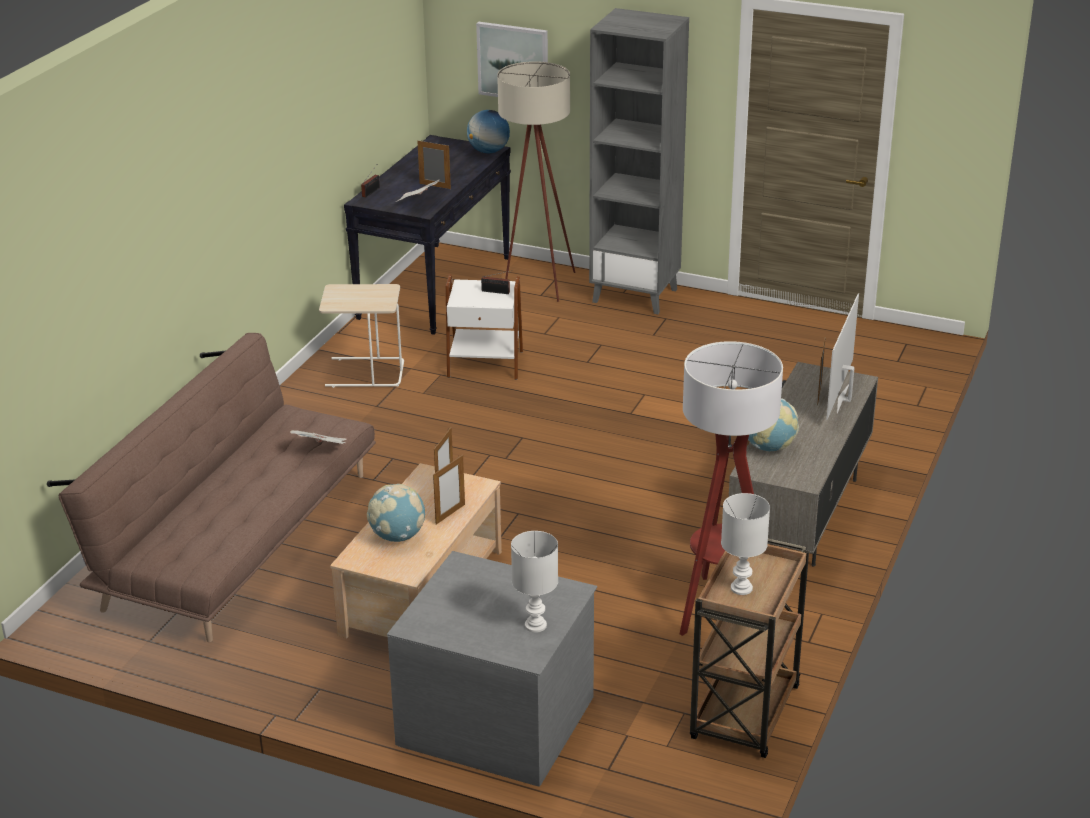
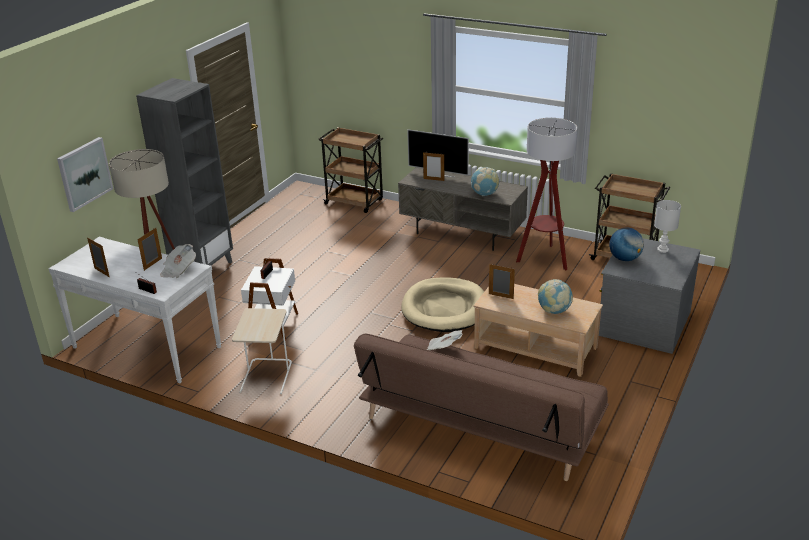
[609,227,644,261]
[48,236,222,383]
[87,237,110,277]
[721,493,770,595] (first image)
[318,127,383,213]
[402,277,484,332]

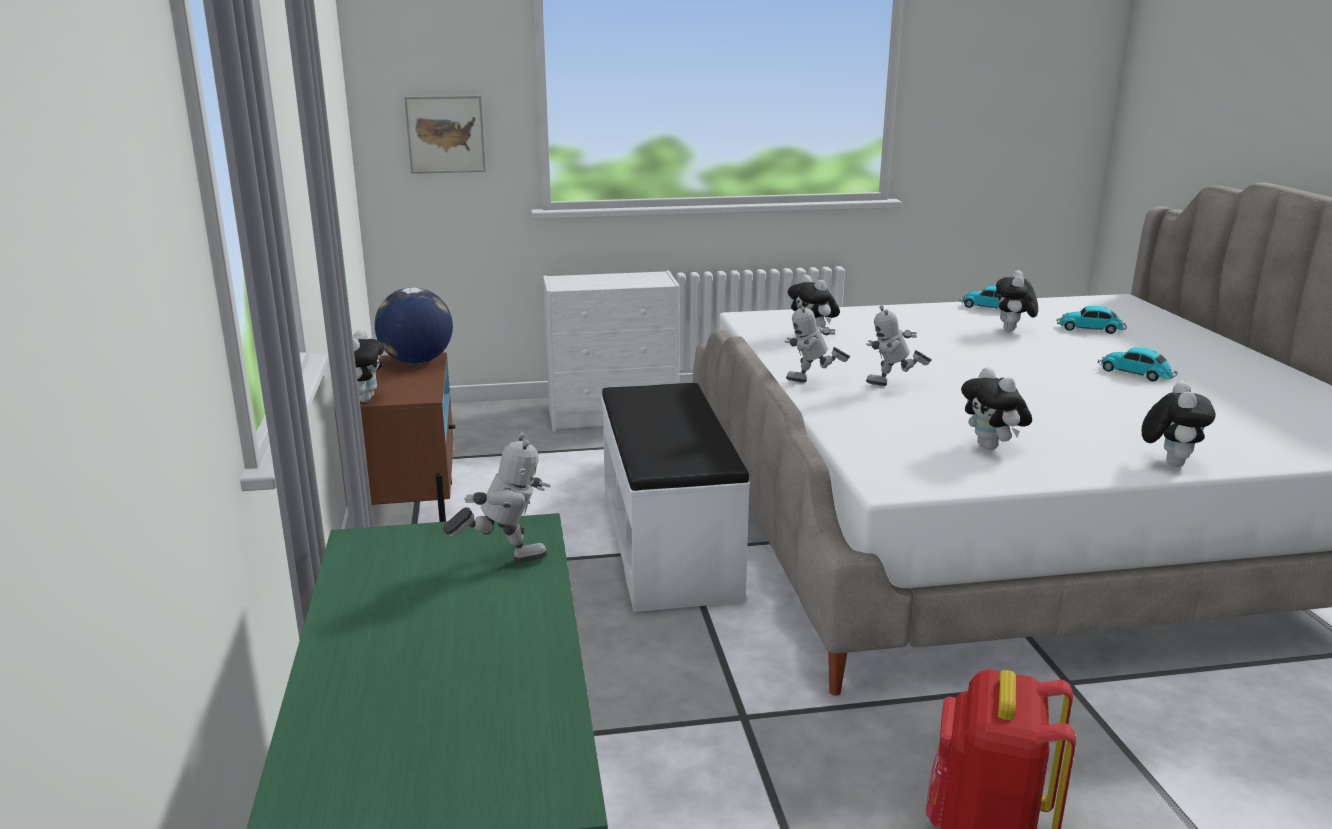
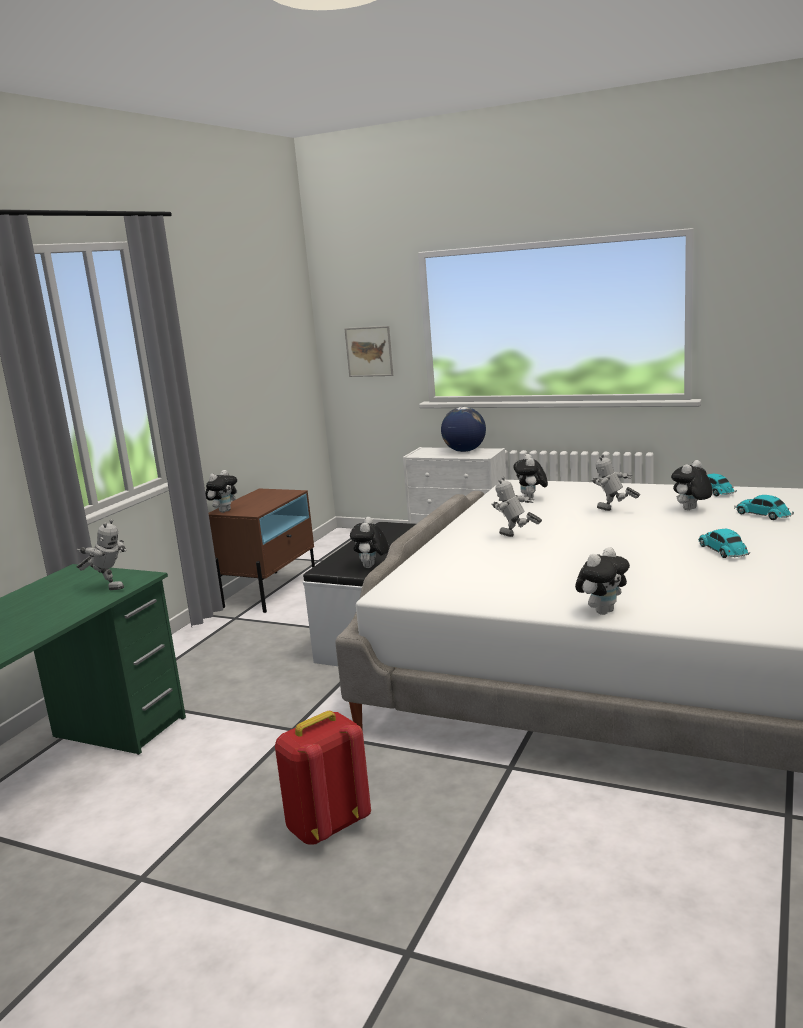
[441,407,486,452]
[591,454,640,511]
[350,517,389,568]

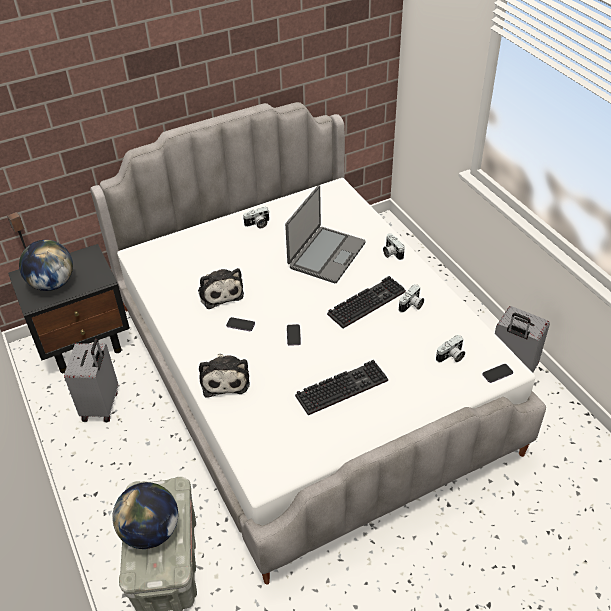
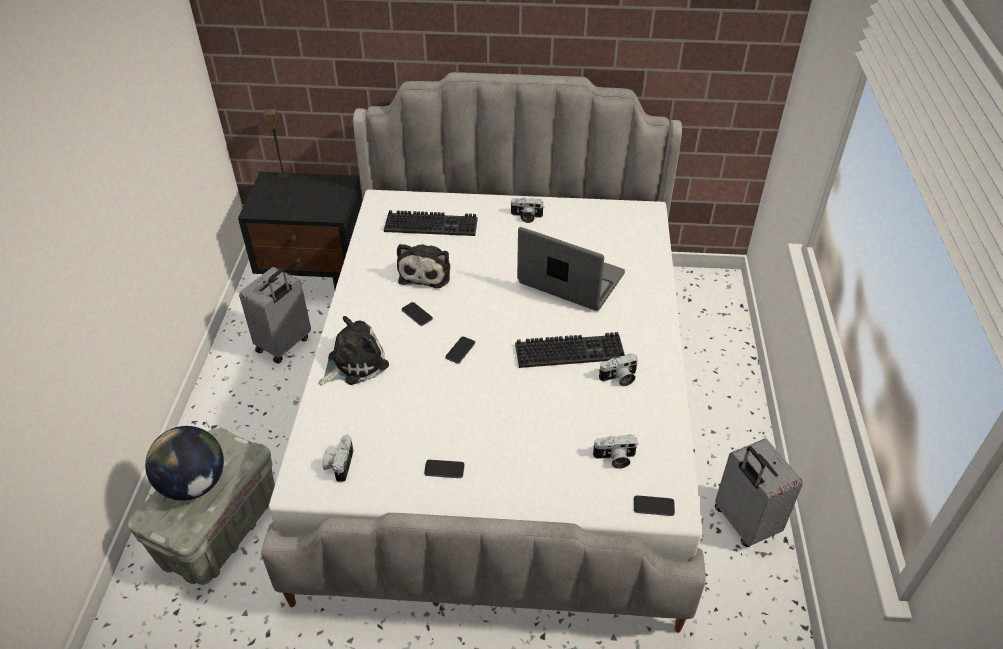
[517,227,625,311]
[323,435,353,482]
[19,240,73,291] (first image)
[319,316,389,385]
[384,210,478,236]
[424,460,465,478]

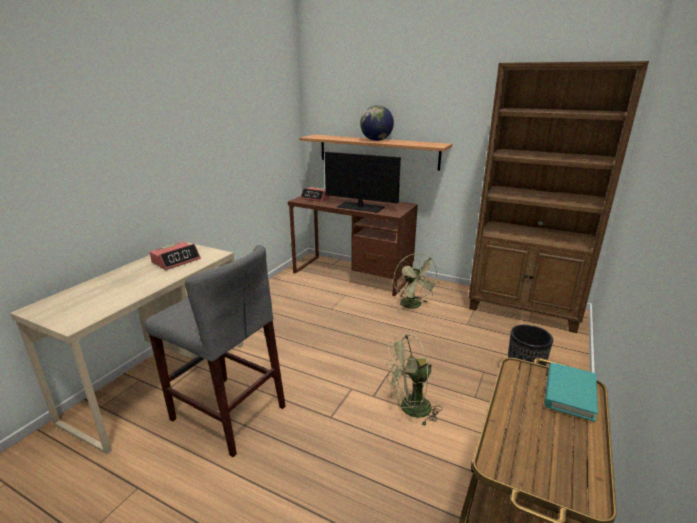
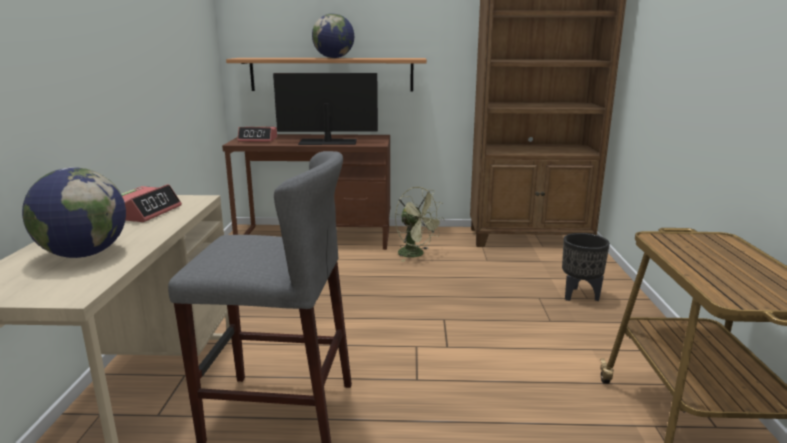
[385,334,442,427] (first image)
[545,362,598,422] (first image)
[22,167,126,258]

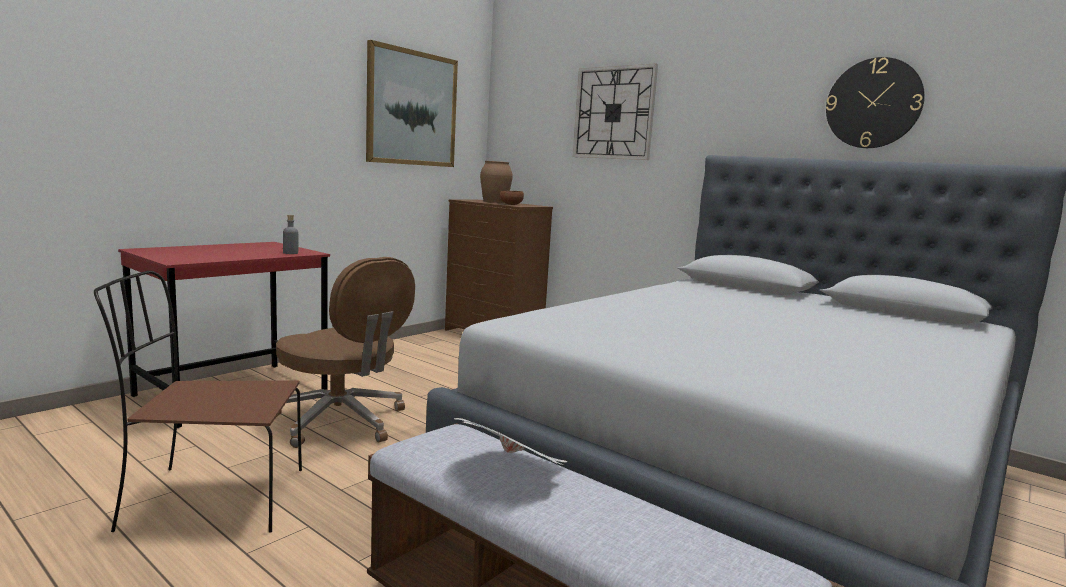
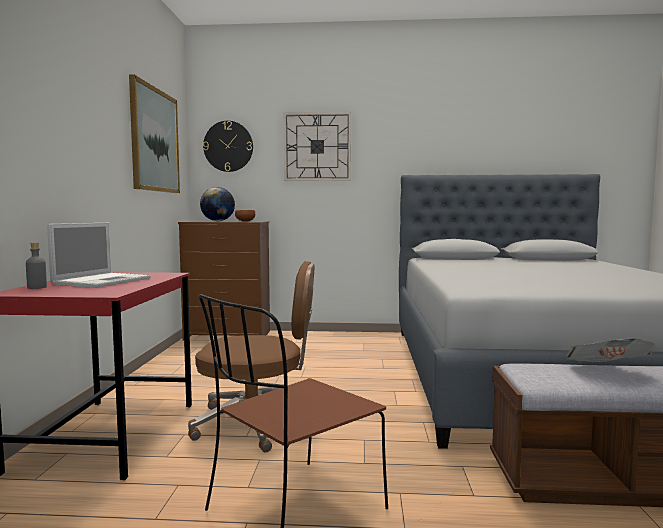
[203,121,253,172]
[200,187,235,221]
[26,242,47,289]
[47,223,151,288]

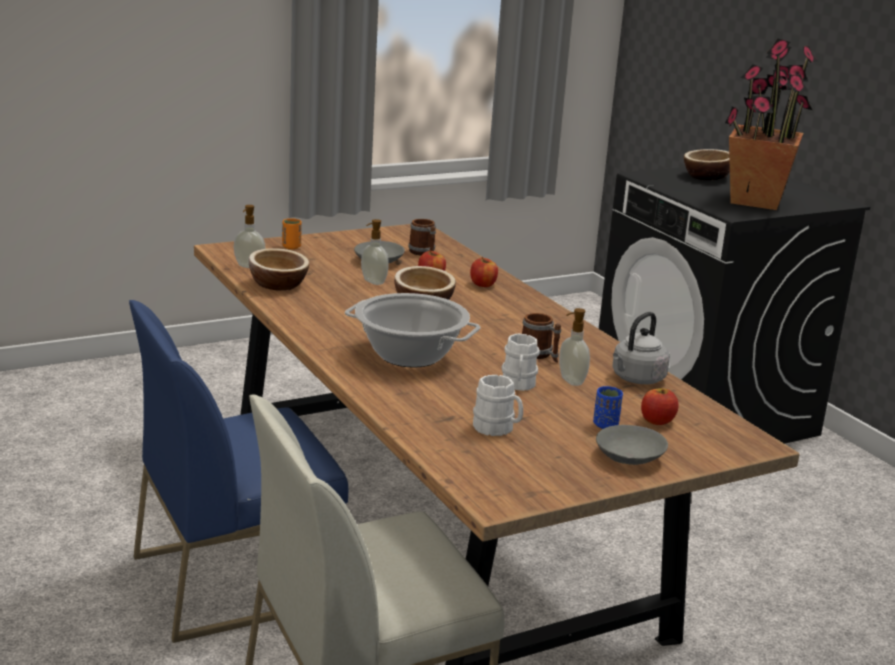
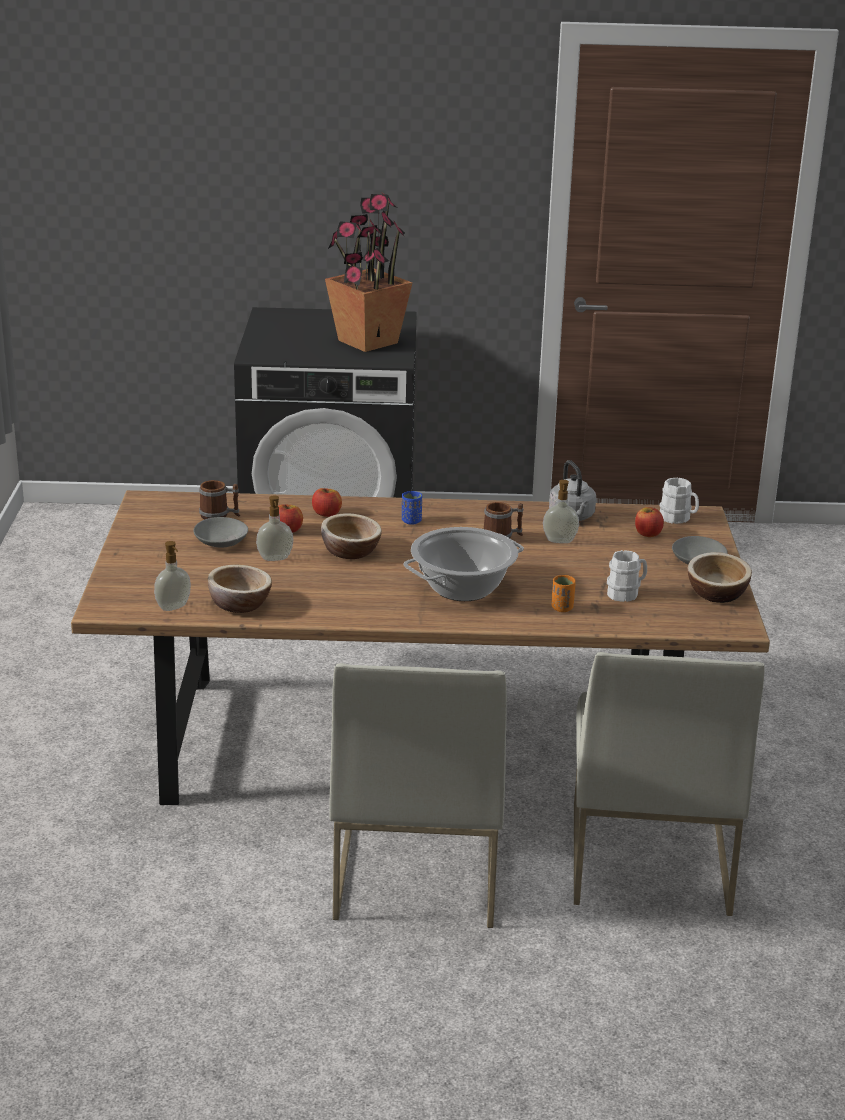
[688,552,752,603]
[551,575,576,612]
[329,663,507,928]
[659,478,699,524]
[402,491,422,525]

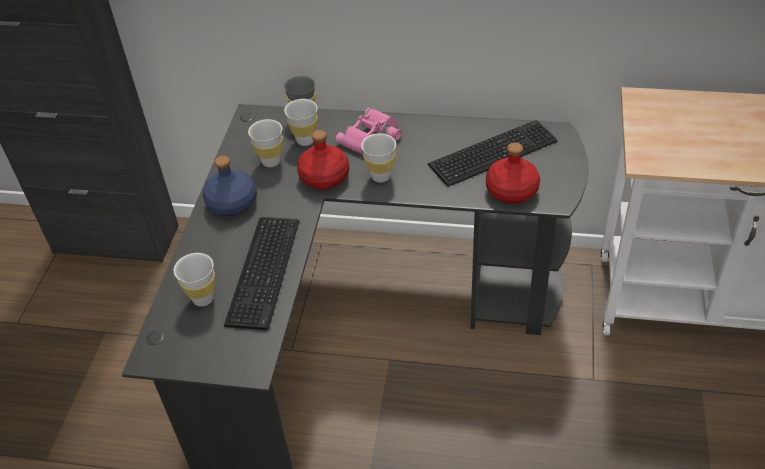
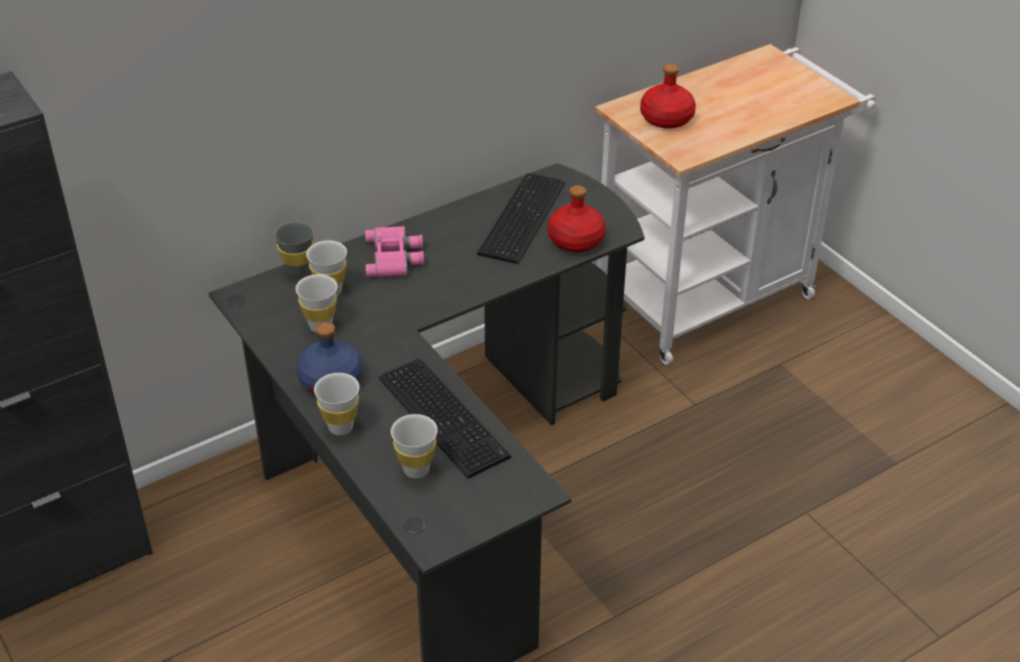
[640,64,696,129]
[314,373,359,436]

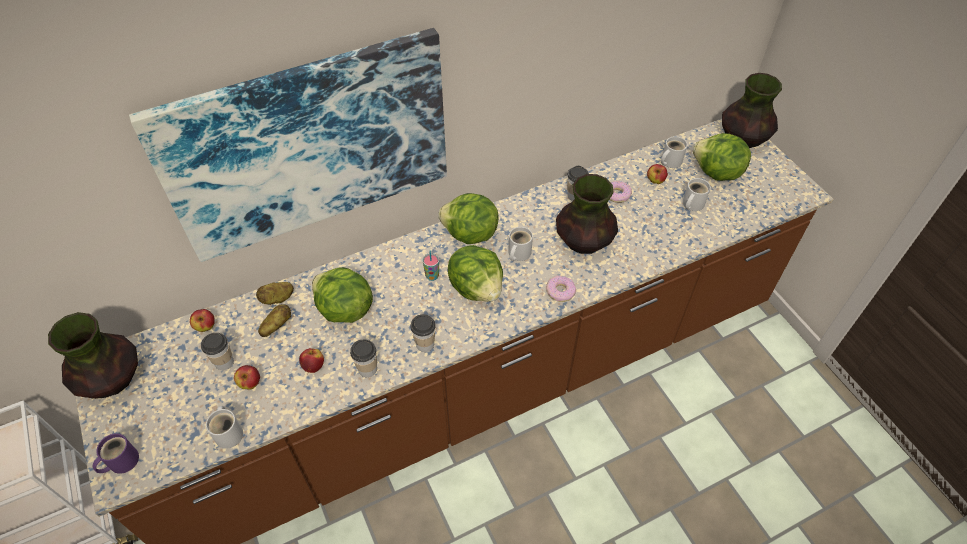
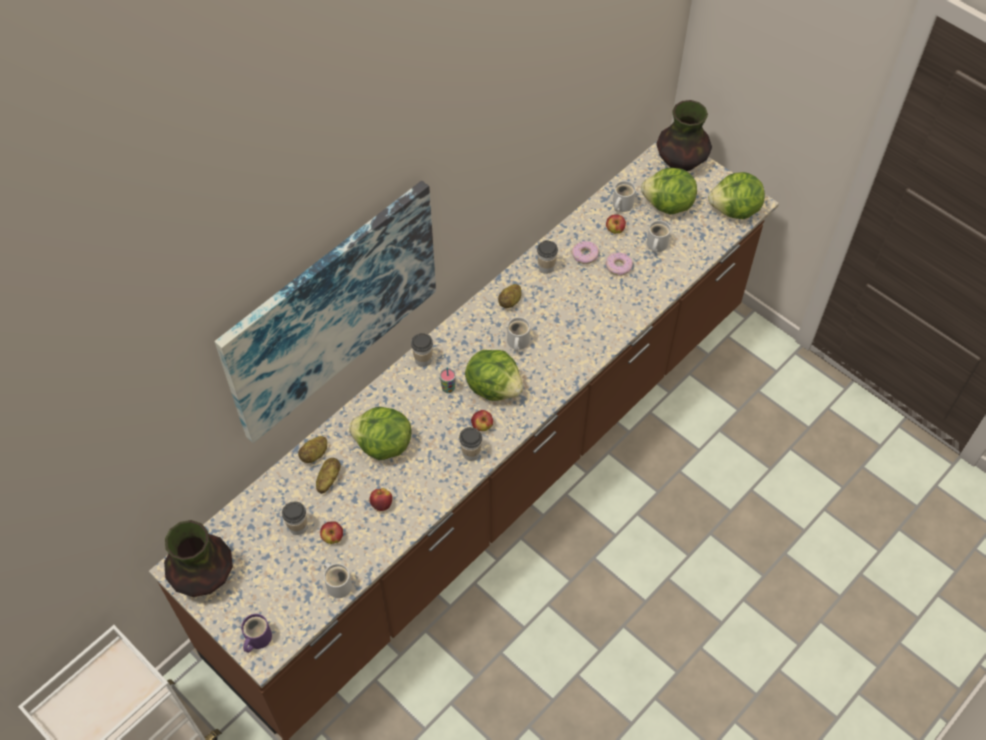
[556,174,618,254] (first image)
[708,172,765,219]
[605,253,633,276]
[471,410,493,431]
[411,333,433,367]
[498,284,522,308]

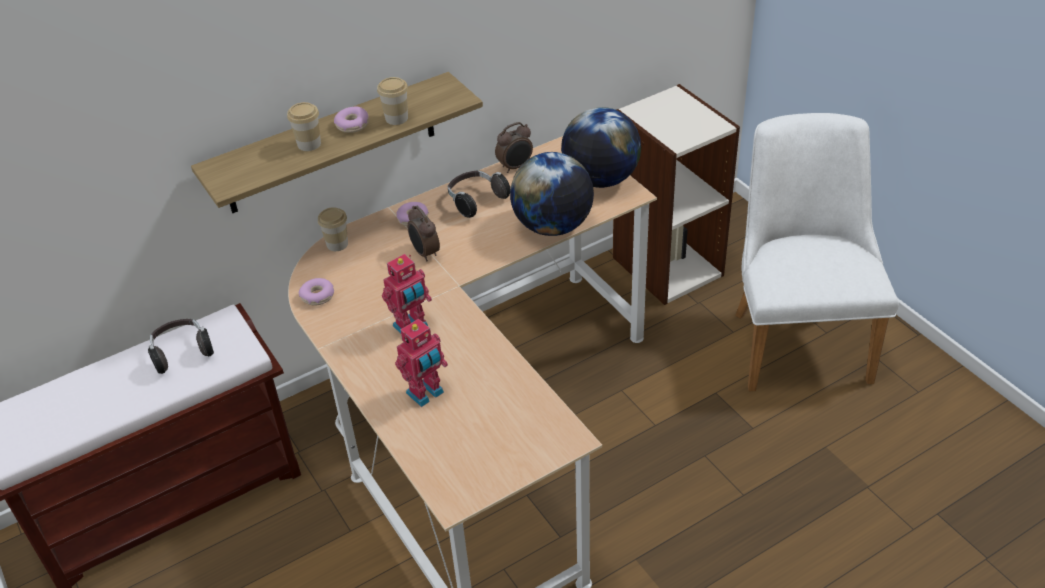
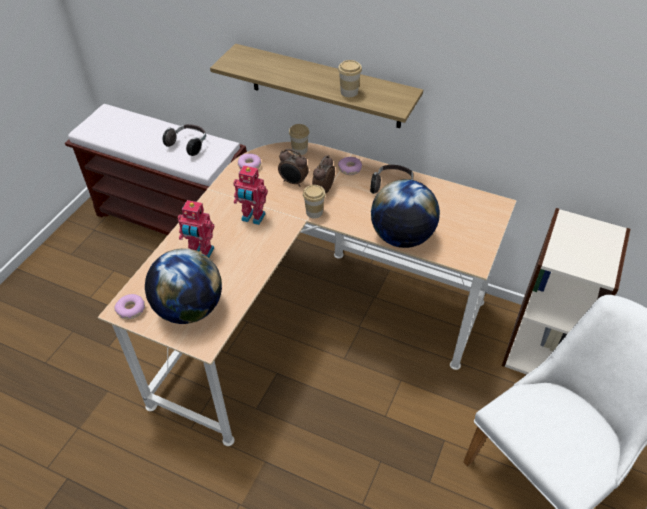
[303,185,326,219]
[114,294,145,319]
[145,248,222,324]
[278,149,309,187]

